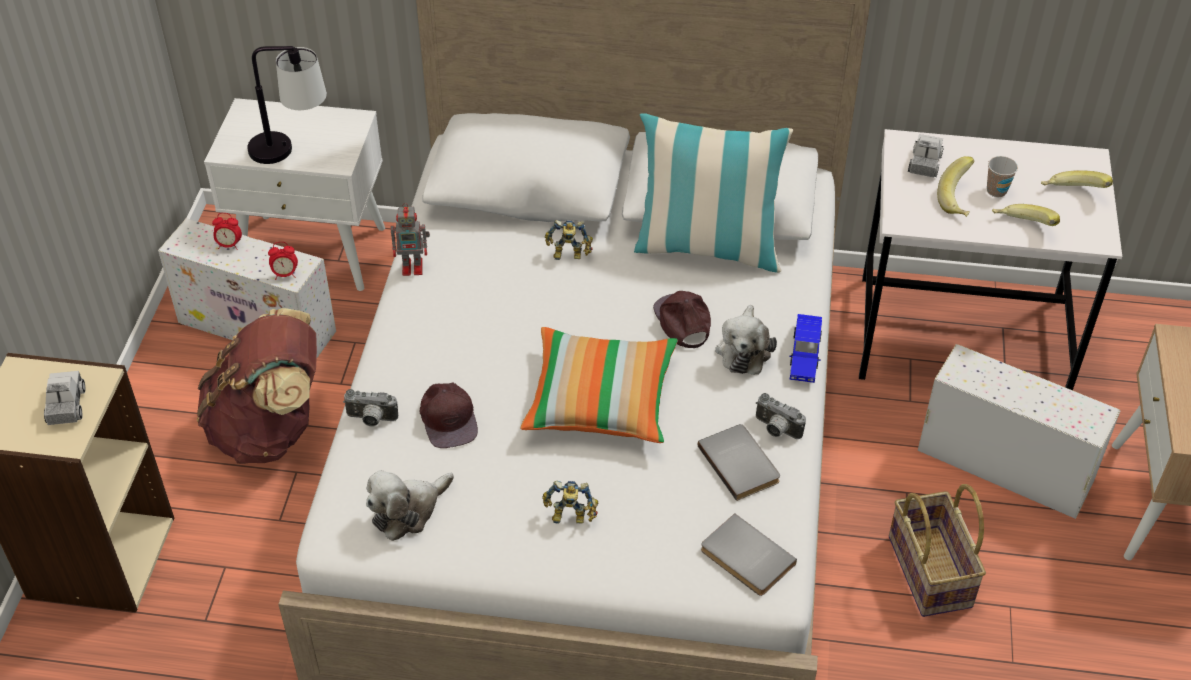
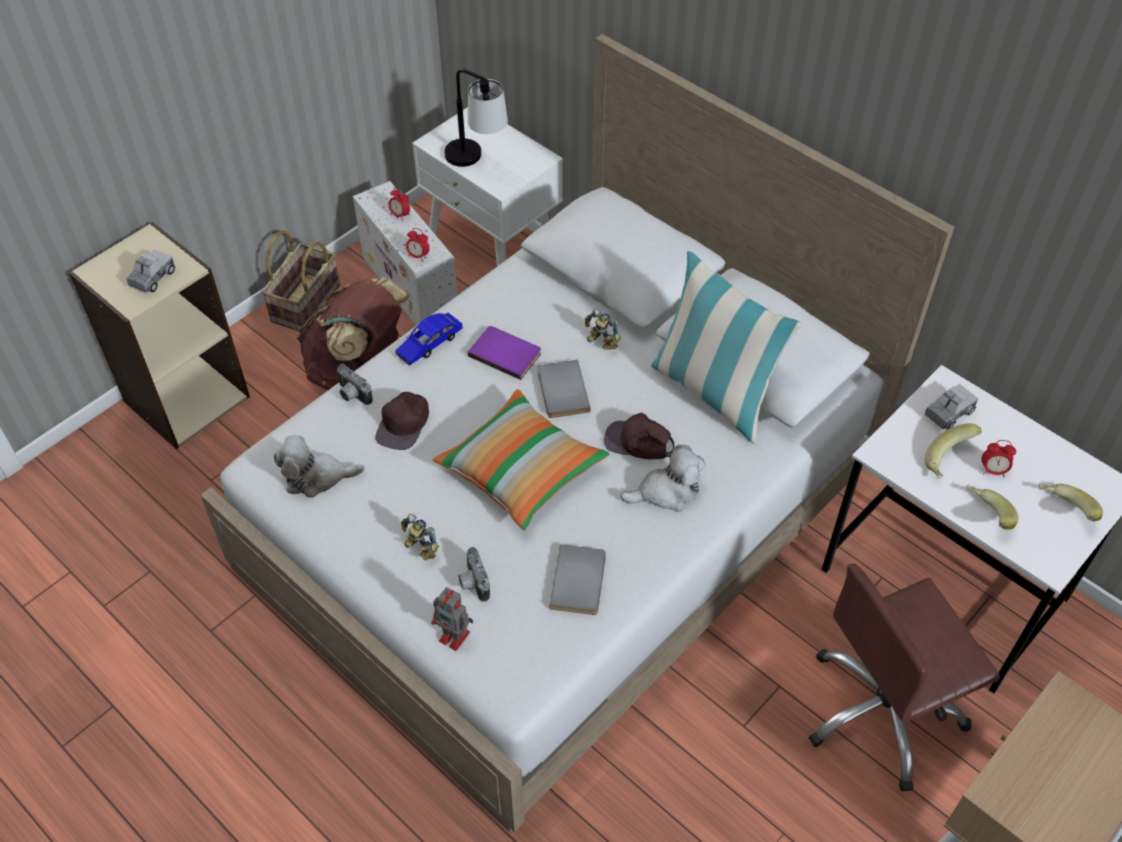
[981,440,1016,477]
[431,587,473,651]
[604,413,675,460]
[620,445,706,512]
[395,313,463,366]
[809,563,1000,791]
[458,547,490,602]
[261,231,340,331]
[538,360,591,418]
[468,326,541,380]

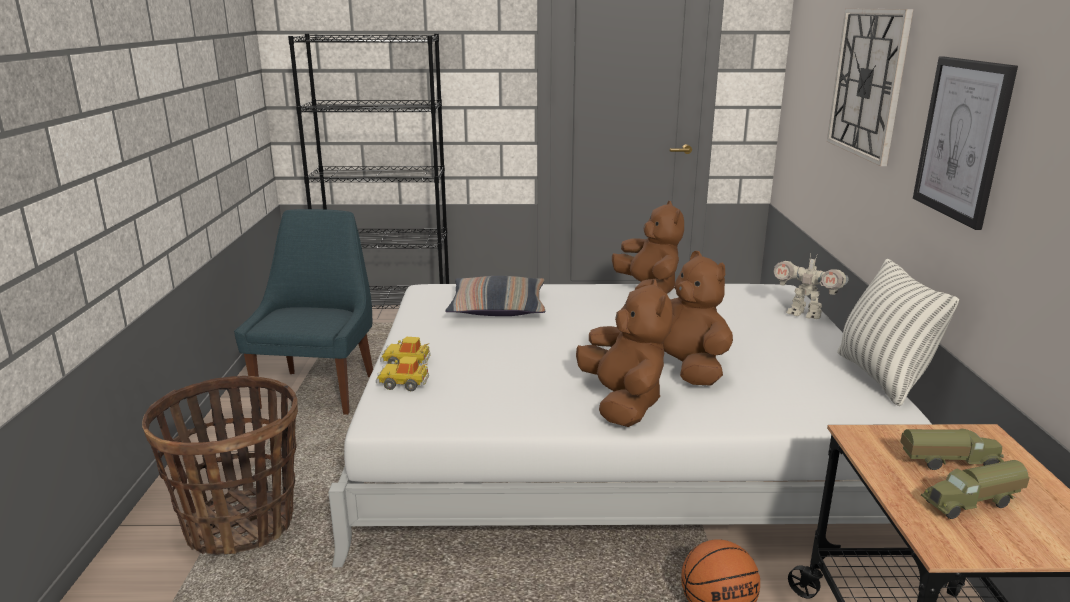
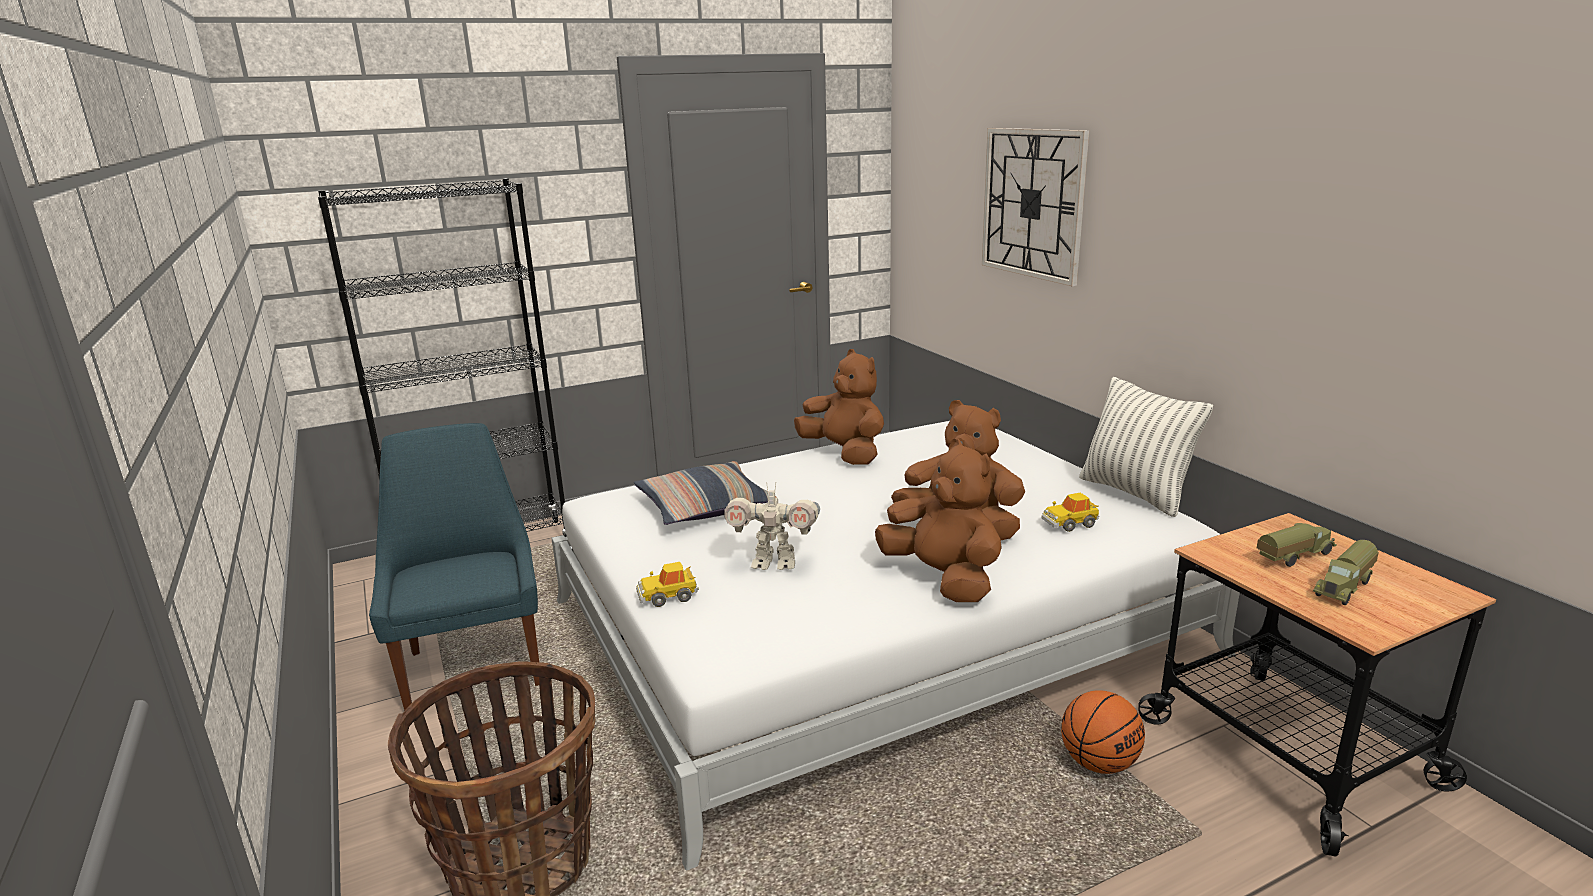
[913,57,1018,230] (first image)
[724,482,820,570]
[1042,493,1099,532]

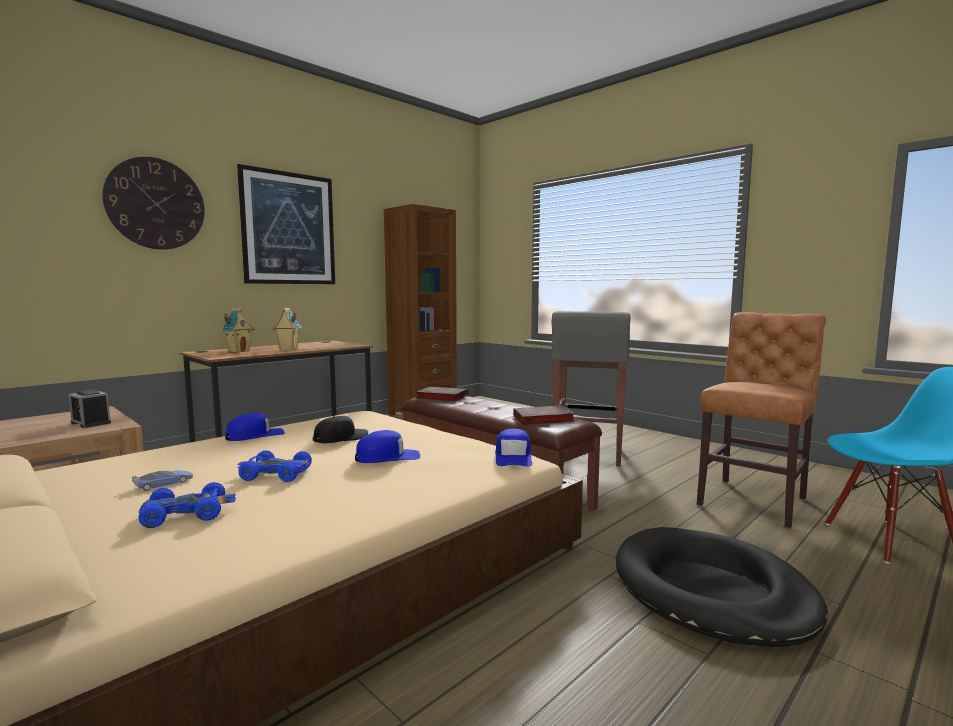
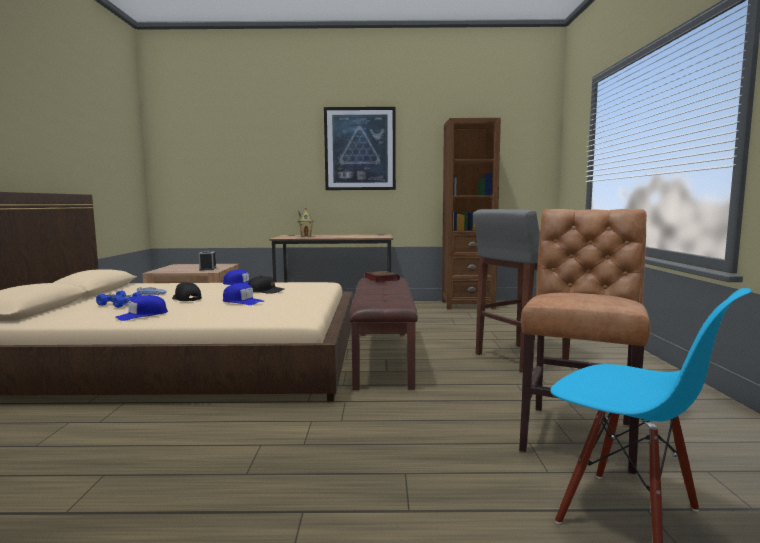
[102,157,205,250] (first image)
[272,308,302,350] (first image)
[519,209,650,474]
[513,405,575,425] (first image)
[116,295,168,321]
[172,282,202,301]
[616,527,828,647] (first image)

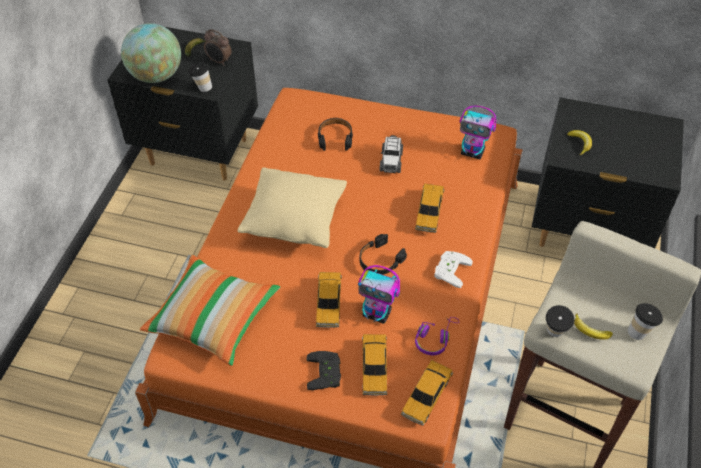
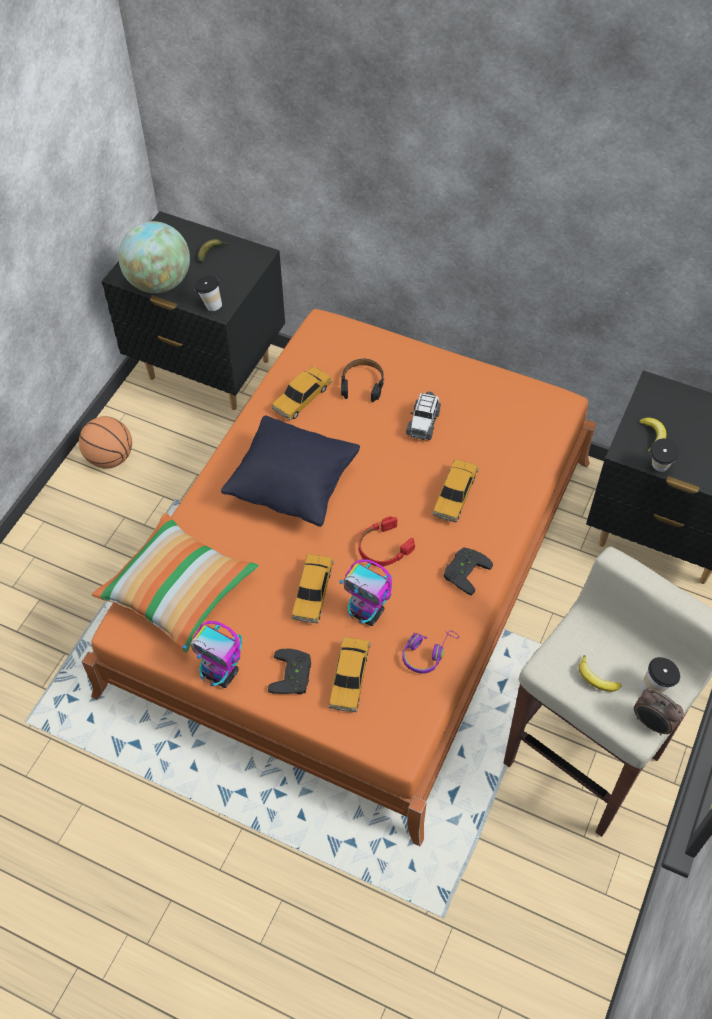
[634,687,684,735]
[182,621,242,688]
[221,415,360,527]
[359,516,415,566]
[443,547,493,595]
[650,438,679,472]
[272,366,332,420]
[79,416,132,469]

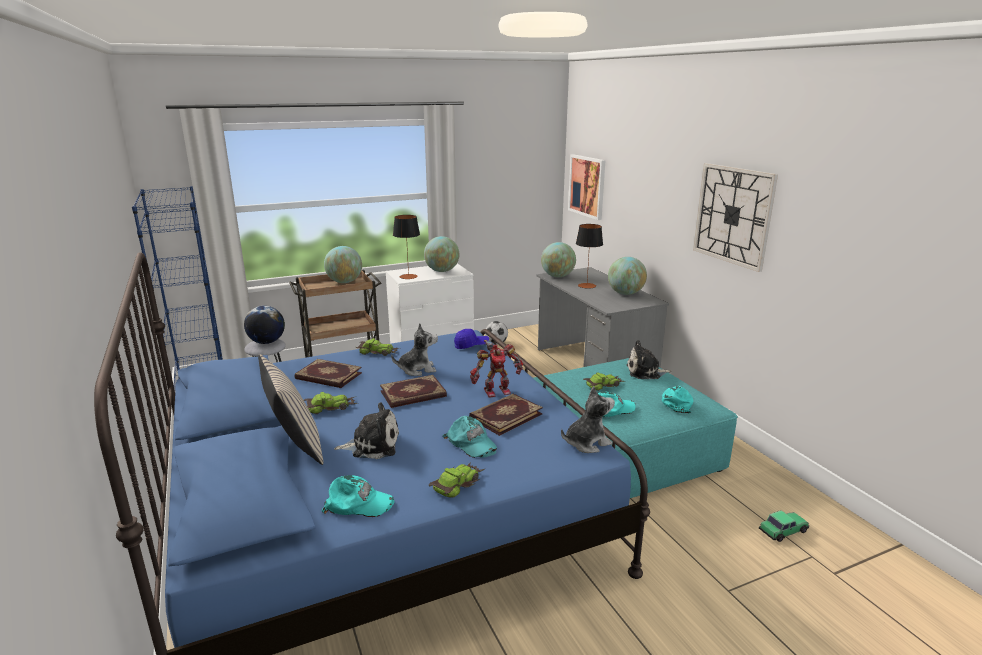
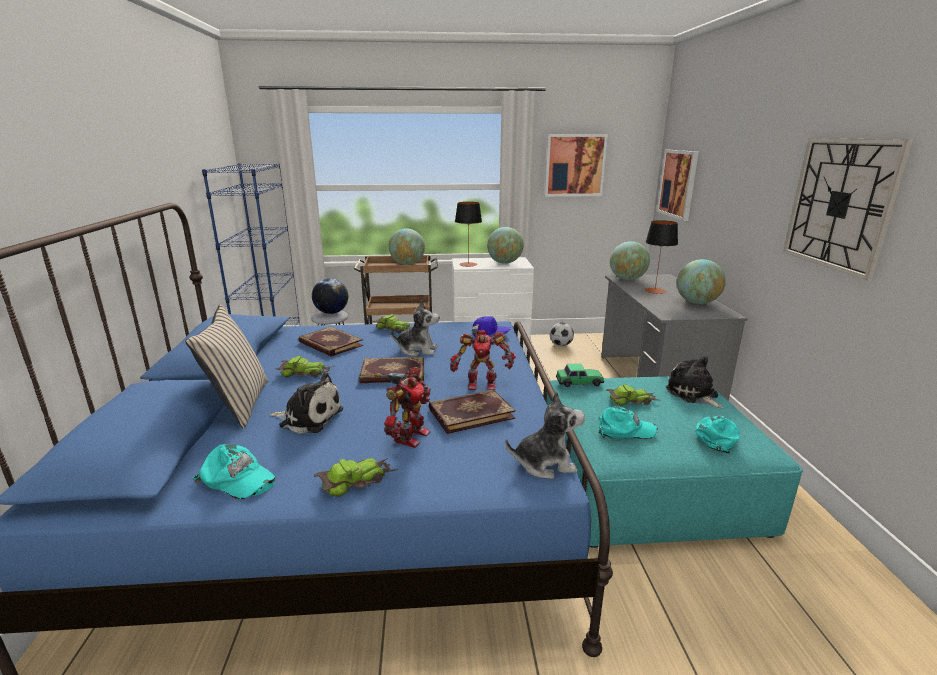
[666,356,723,408]
[374,367,431,448]
[556,364,604,387]
[544,134,608,197]

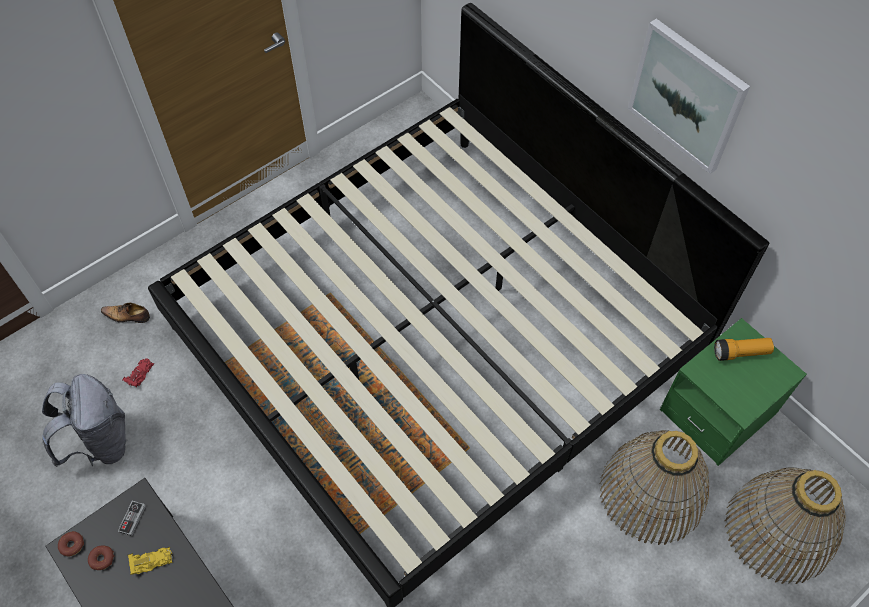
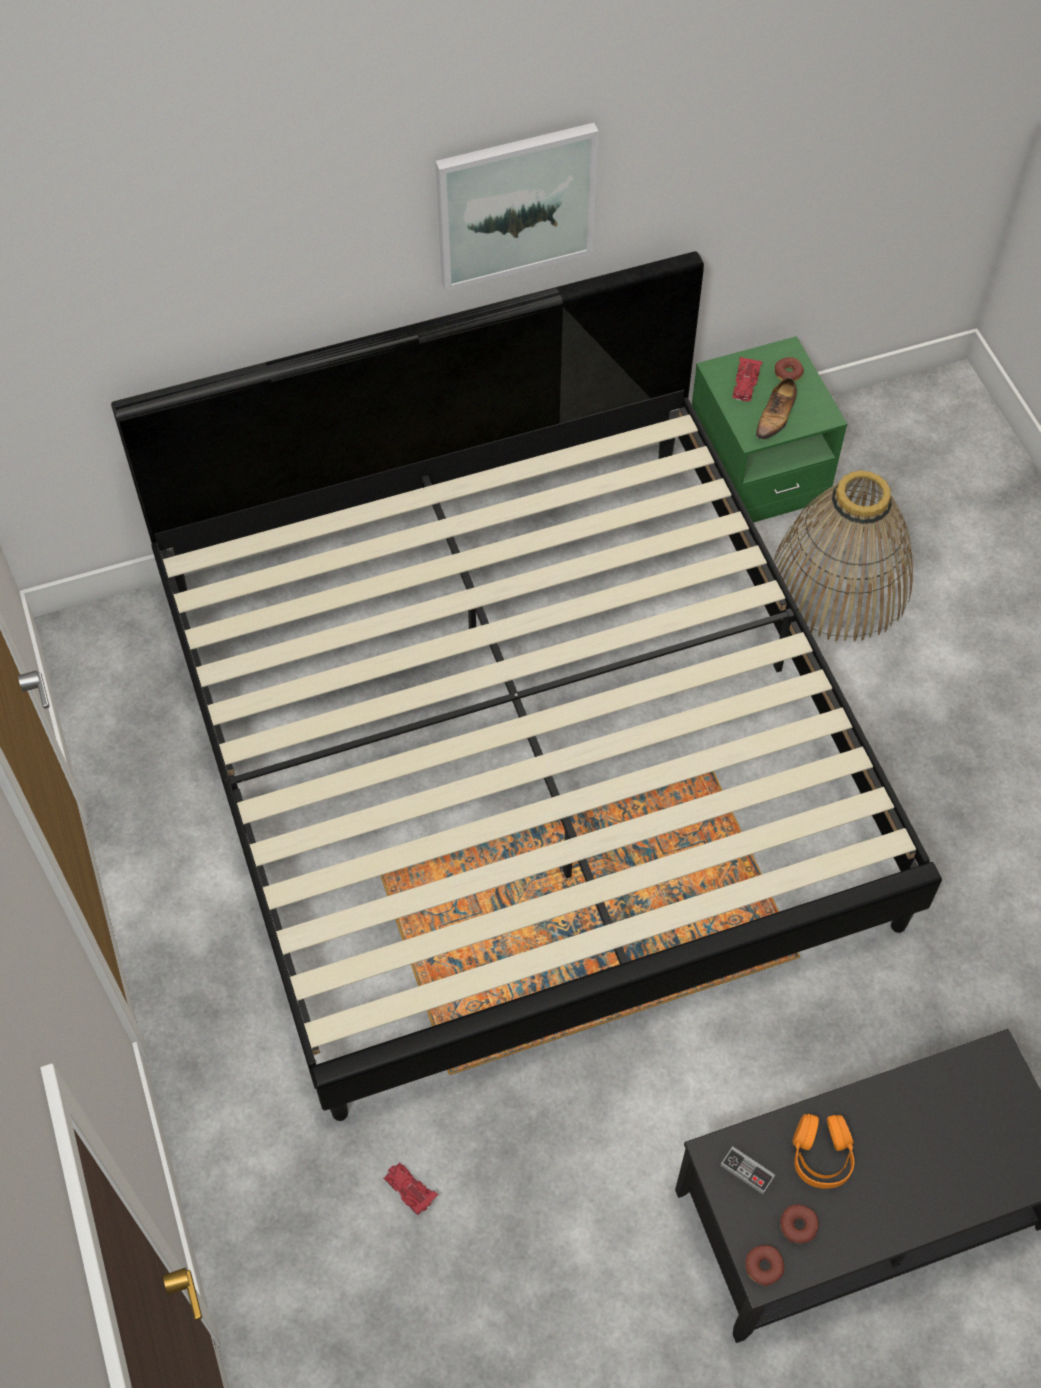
[756,378,797,439]
[732,357,763,402]
[42,374,127,467] (first image)
[725,467,846,584] (first image)
[793,1114,854,1189]
[775,357,804,381]

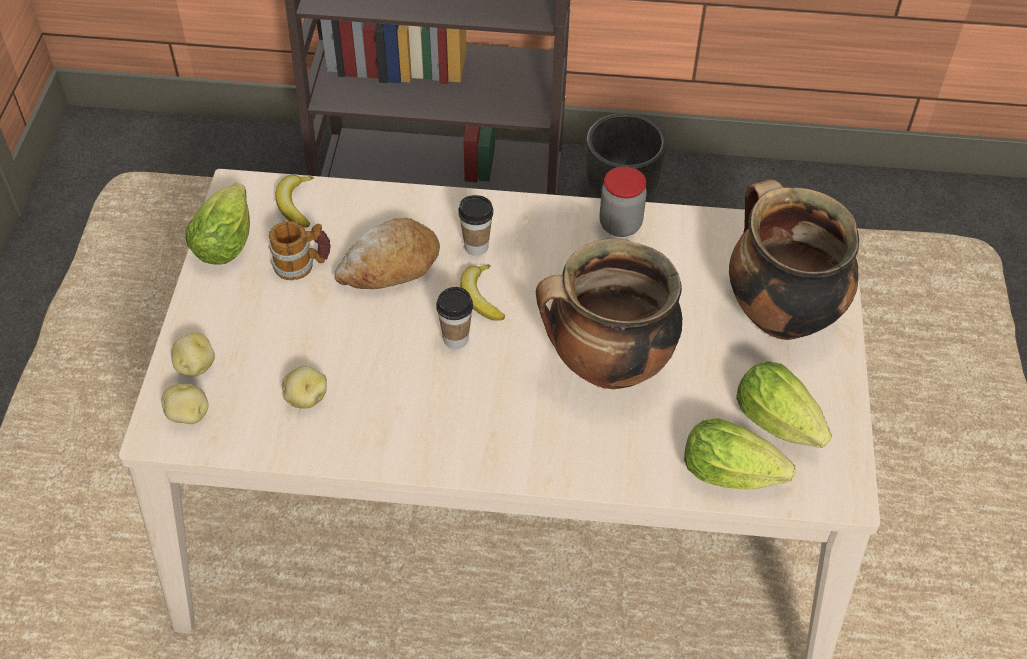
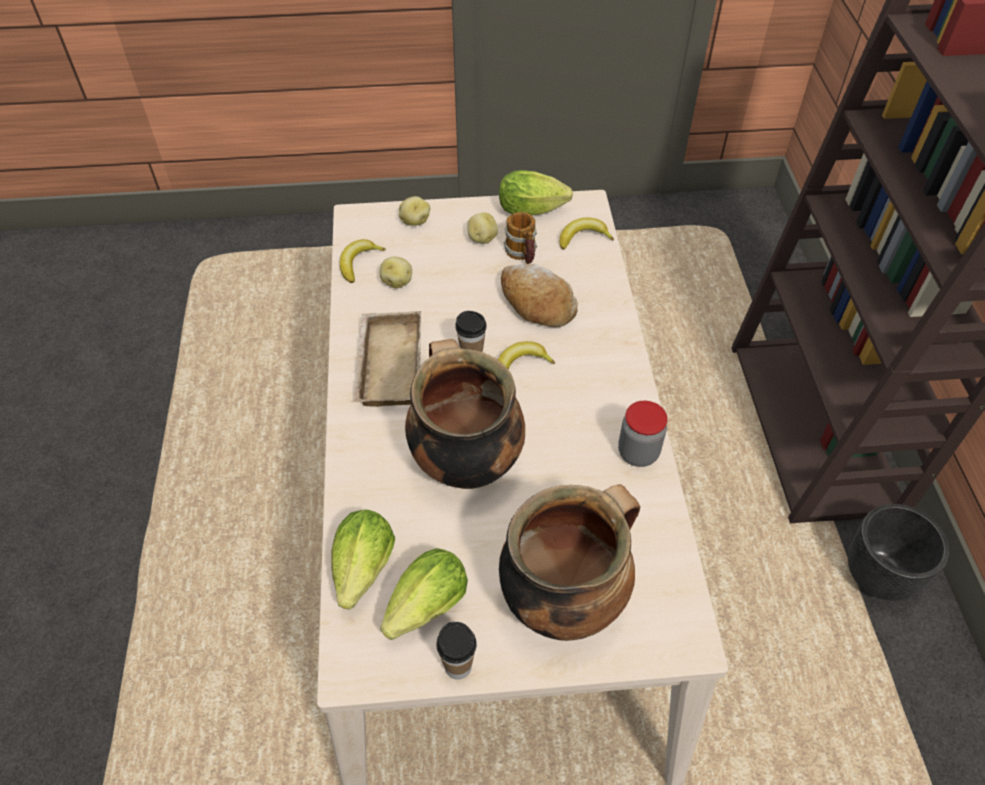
[436,622,477,680]
[467,213,498,244]
[340,239,386,283]
[355,311,421,407]

